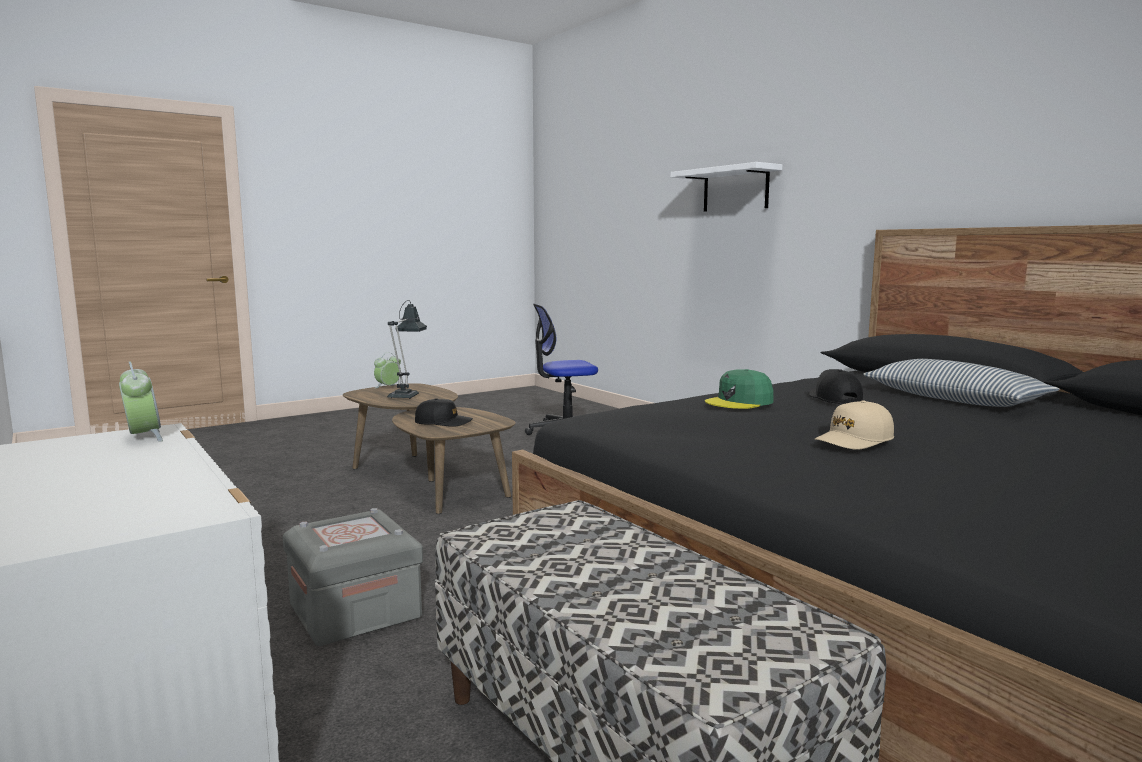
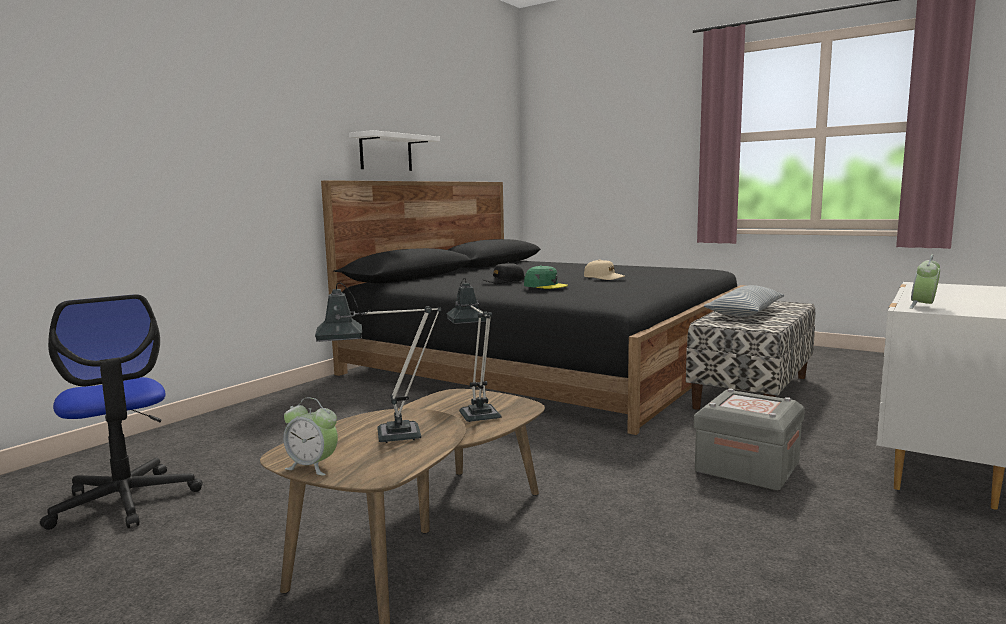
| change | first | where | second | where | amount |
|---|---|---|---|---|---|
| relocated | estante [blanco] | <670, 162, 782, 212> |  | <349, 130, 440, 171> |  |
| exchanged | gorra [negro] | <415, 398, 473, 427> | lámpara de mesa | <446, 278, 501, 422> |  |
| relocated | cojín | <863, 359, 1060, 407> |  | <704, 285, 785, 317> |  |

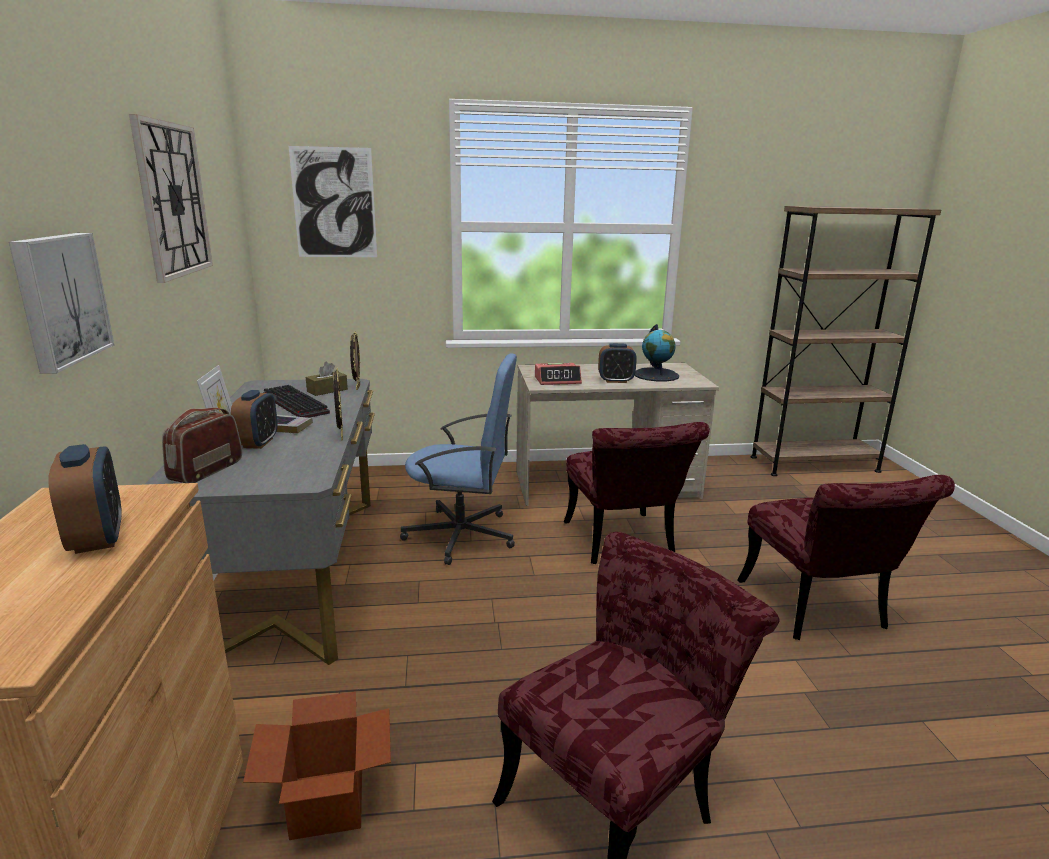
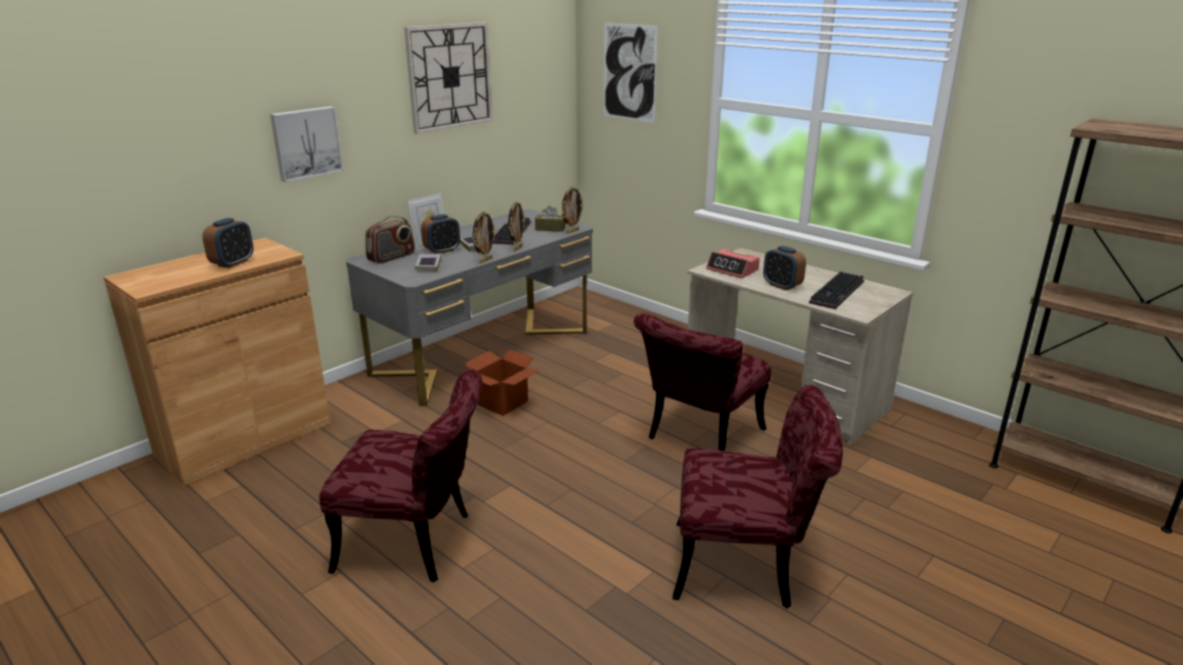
| change | first | where | second | where | amount |
|---|---|---|---|---|---|
| spun | radio | <162, 408, 242, 483> |  | <365, 216, 415, 264> | 150 degrees clockwise |
| appeared |  |  | libro | <415, 254, 441, 271> |  |
| relocated | caja de cartón | <243, 692, 391, 840> |  | <463, 349, 539, 416> |  |
| appeared |  |  | portarretratos | <508, 201, 525, 252> |  |
| spun | silla [rojo] | <737, 475, 955, 640> |  | <673, 385, 843, 609> | 120 degrees counterclockwise |
| exchanged | globo terráqueo | <635, 324, 679, 382> | teclado | <809, 272, 864, 309> |  |
| missing | silla de oficina [azul] | <400, 353, 517, 565> |  |  |  |

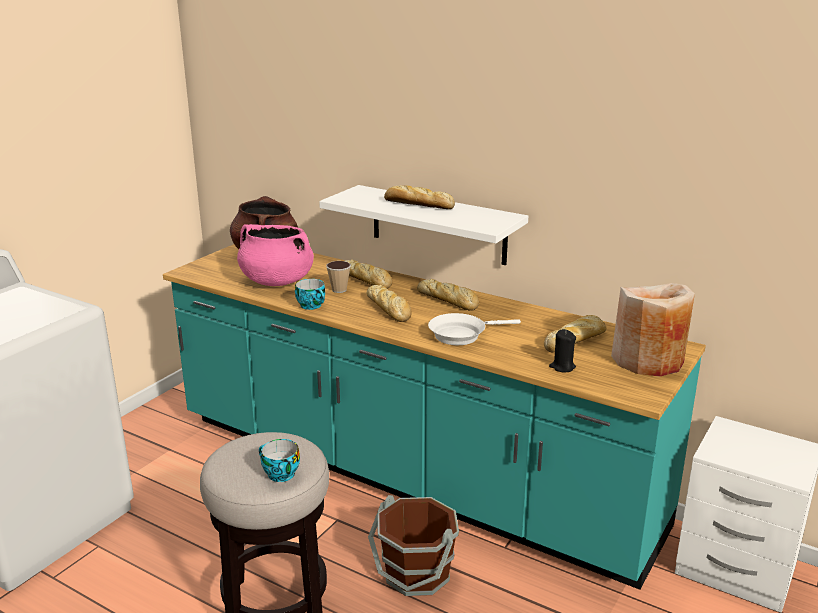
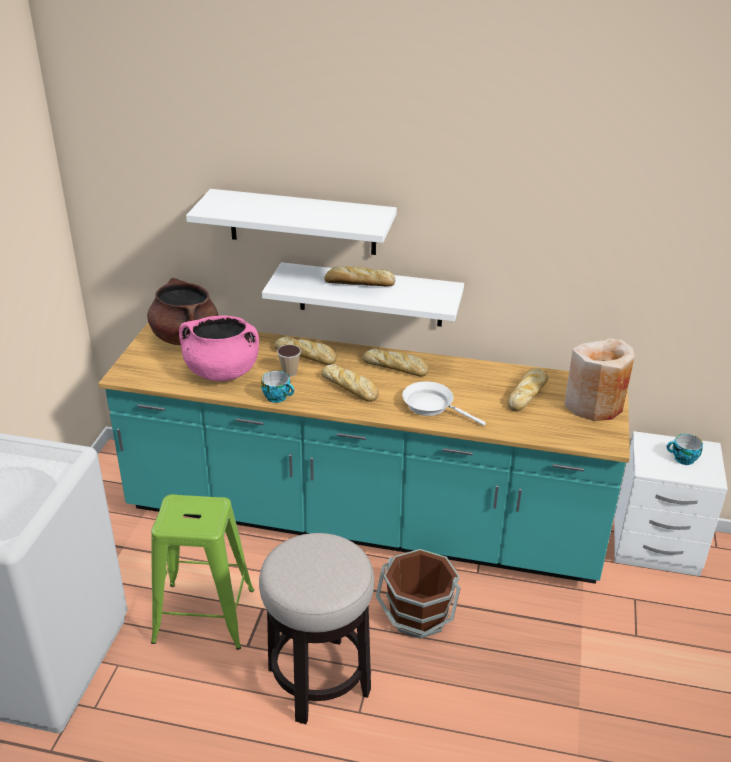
| change | first | where | second | where | amount |
|---|---|---|---|---|---|
| appeared |  |  | taburete [verde] | <151, 494, 254, 650> |  |
| appeared |  |  | estante [blanco] | <186, 189, 397, 255> |  |
| spun | sartén [blanco] | <428, 313, 521, 345> |  | <402, 381, 486, 426> | 75 degrees clockwise |
| relocated | taza | <259, 439, 300, 482> |  | <667, 434, 703, 465> |  |
| missing | vela [negro] | <549, 329, 576, 373> |  |  |  |

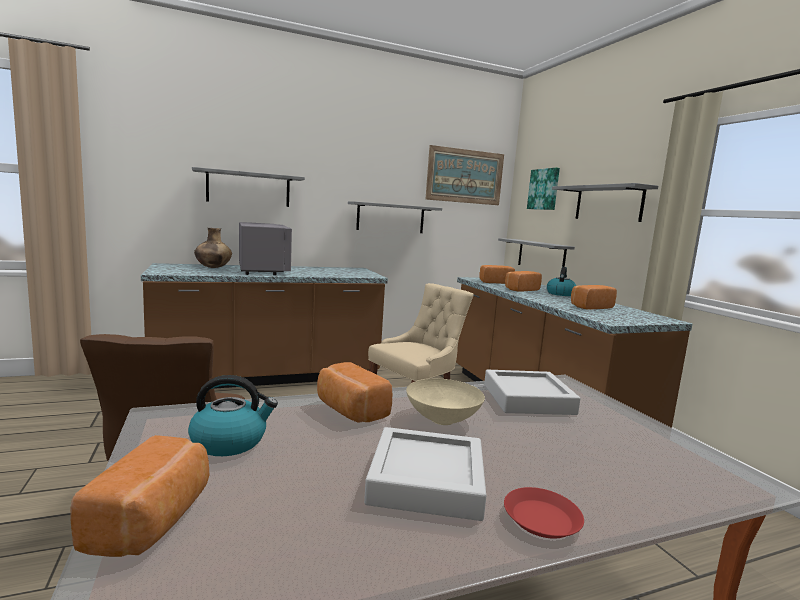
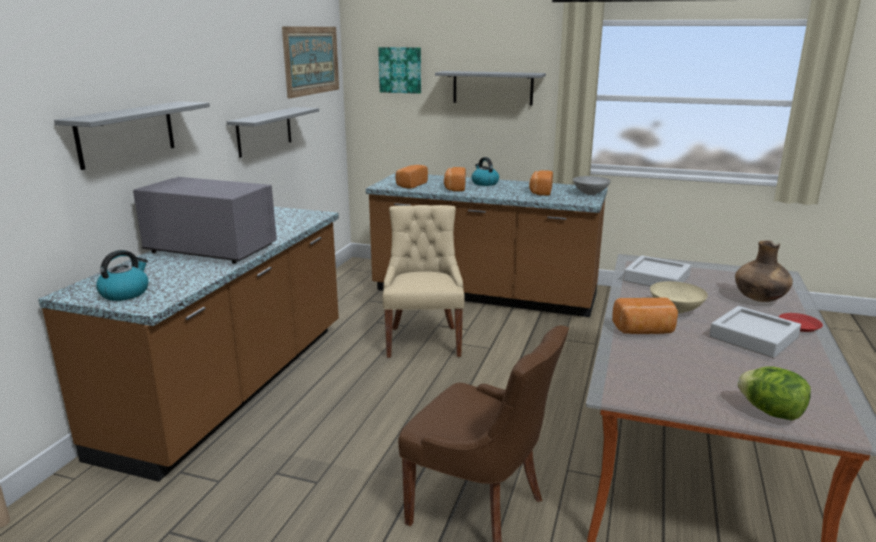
| change | first | where | second | where | amount |
|---|---|---|---|---|---|
| relocated | hervidor | <188, 375, 278, 456> |  | <96, 250, 148, 301> |  |
| appeared |  |  | cuenco [gris] | <573, 176, 611, 195> |  |
| relocated | florero [marrón] | <194, 228, 232, 268> |  | <735, 240, 793, 302> |  |
| exchanged | pan | <71, 435, 209, 557> | lechuga | <737, 366, 811, 420> |  |
| missing | estante [gris] | <498, 238, 575, 267> |  |  |  |

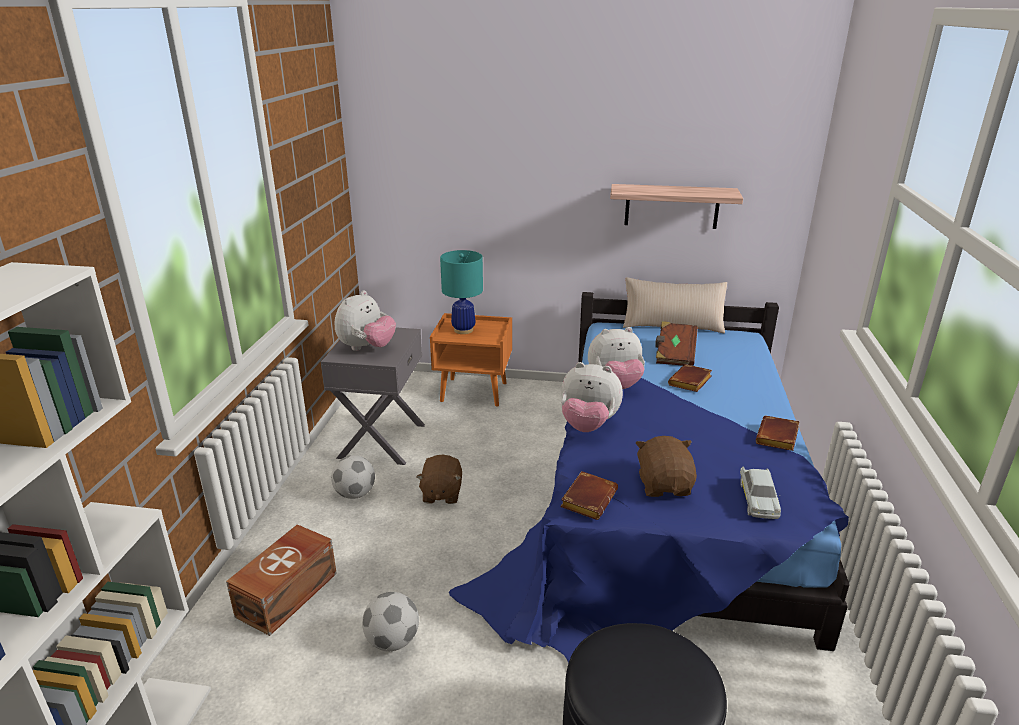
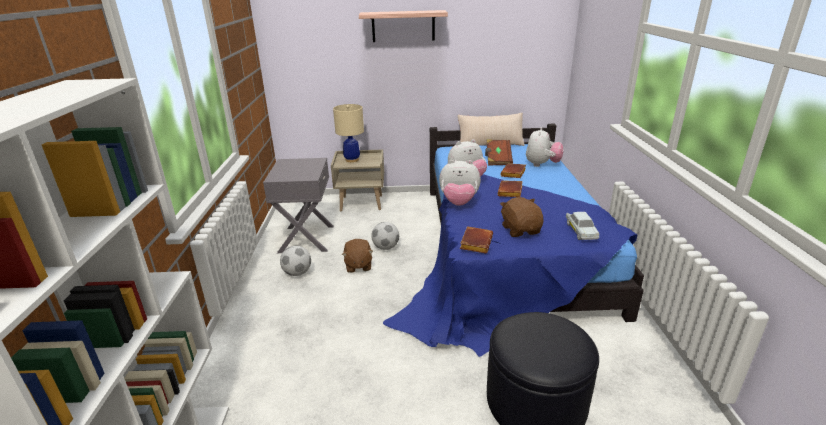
| change | first | where | second | where | amount |
|---|---|---|---|---|---|
| colour | mesita de noche [naranja] | <430, 313, 512, 406> | mesita de noche [beis] | <331, 150, 384, 211> |  |
| colour | lámpara de mesa [turquesa] | <440, 250, 483, 334> | lámpara de mesa [beis] | <333, 104, 364, 162> |  |
| relocated | estante | <610, 184, 743, 229> |  | <359, 10, 448, 42> |  |
| relocated | balón de fútbol | <362, 592, 419, 651> |  | <371, 222, 399, 250> |  |
| relocated | libro [marrón] | <756, 416, 800, 451> |  | <498, 180, 523, 197> |  |
| relocated | peluche | <335, 290, 396, 351> |  | <526, 127, 563, 167> |  |
| missing | caja de almacenaje [marrón] | <226, 524, 337, 636> |  |  |  |

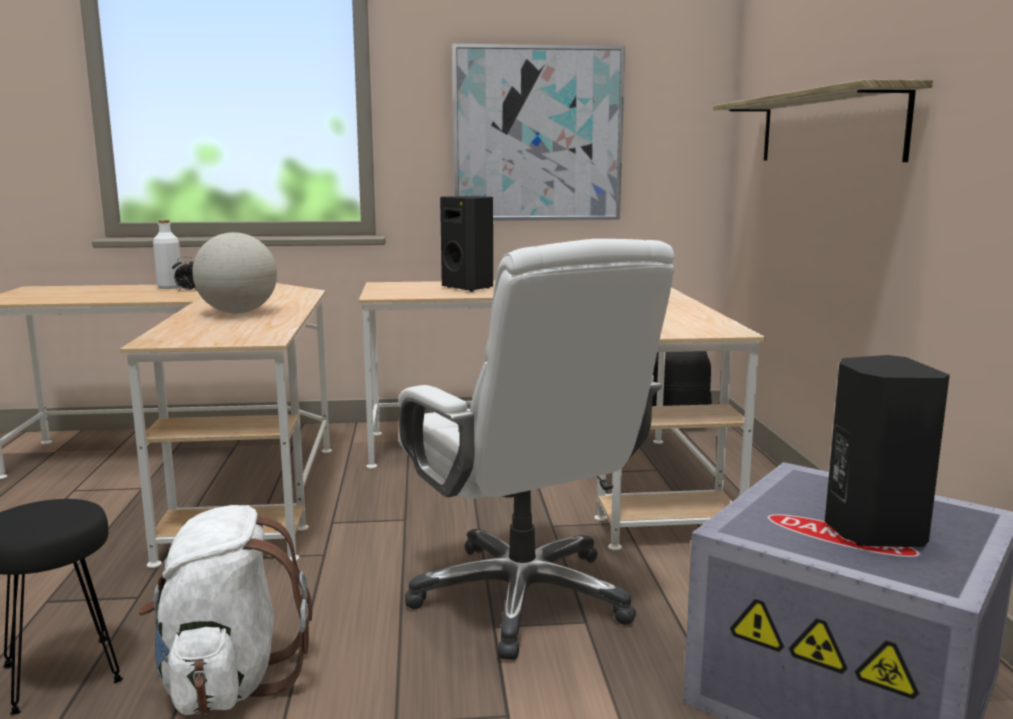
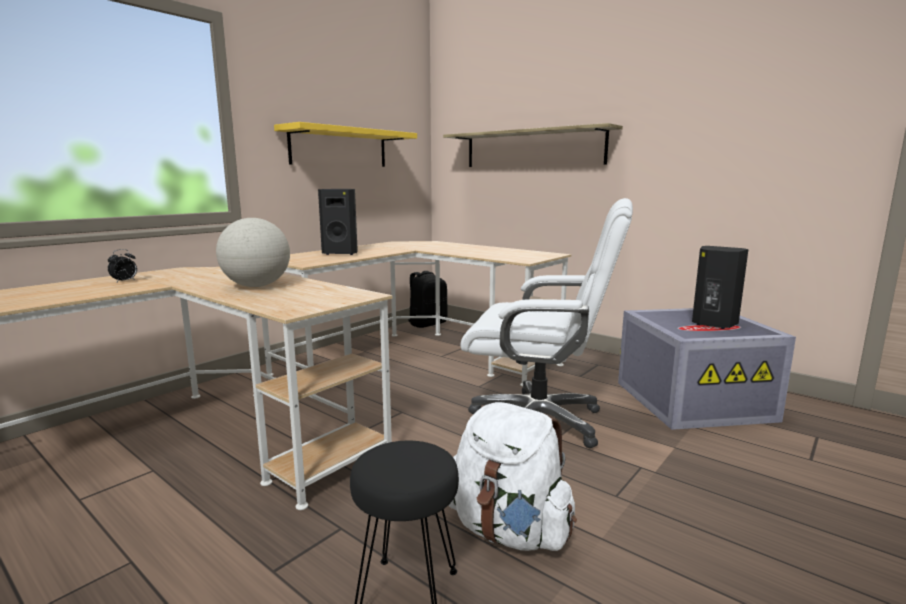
| change | first | where | second | where | amount |
|---|---|---|---|---|---|
| exchanged | cuadro | <452, 44, 625, 221> | estante [amarillo] | <274, 122, 417, 167> |  |
| missing | botella [blanco] | <153, 220, 181, 289> |  |  |  |

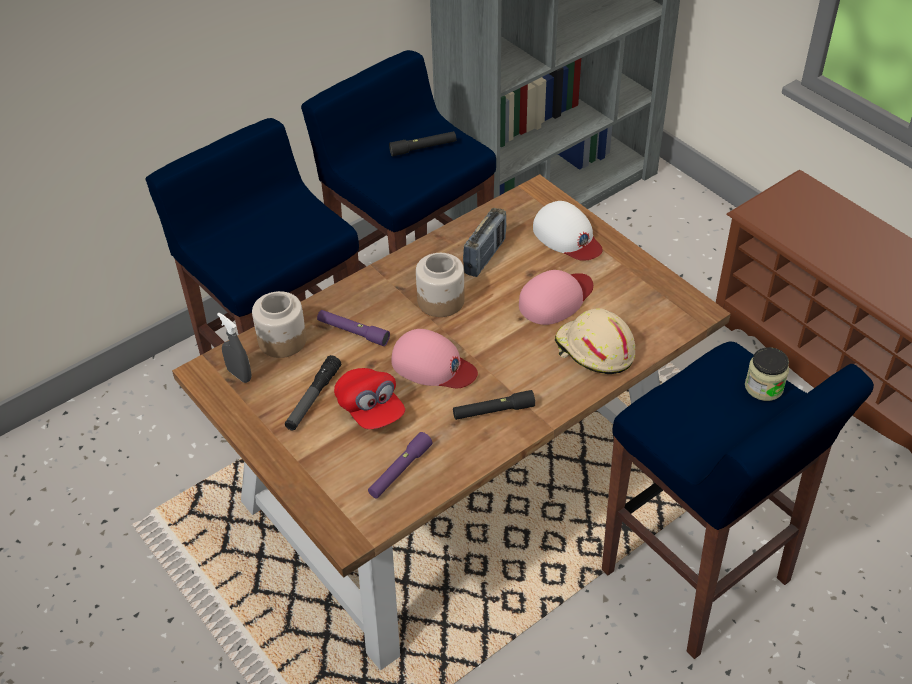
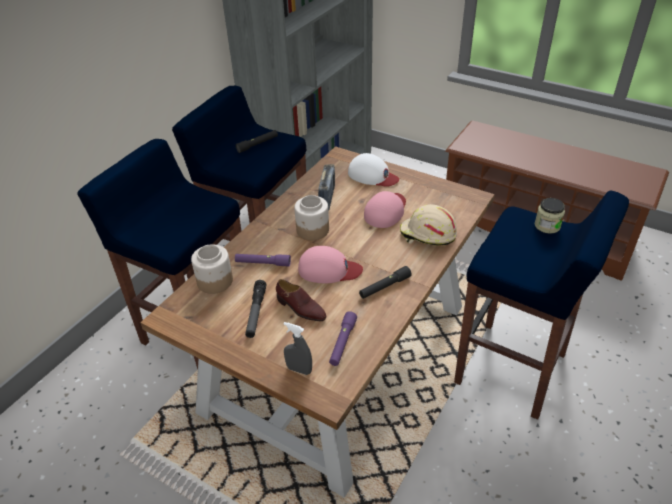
| change | first | where | second | where | amount |
|---|---|---|---|---|---|
| exchanged | gorra [rojo] | <334, 368, 405, 429> | zapato [marrón] | <276, 279, 326, 321> |  |
| relocated | pulverizador [gris] | <217, 312, 252, 383> |  | <283, 322, 312, 375> |  |

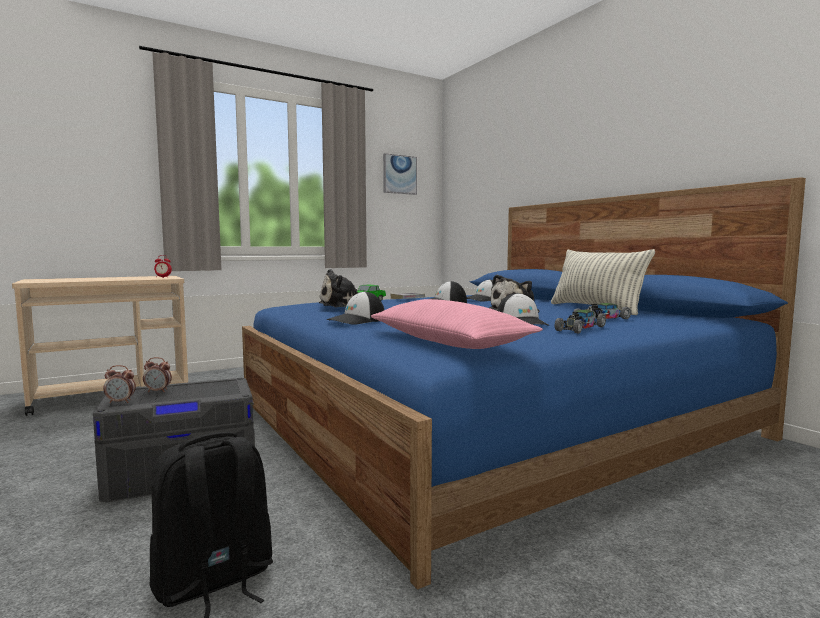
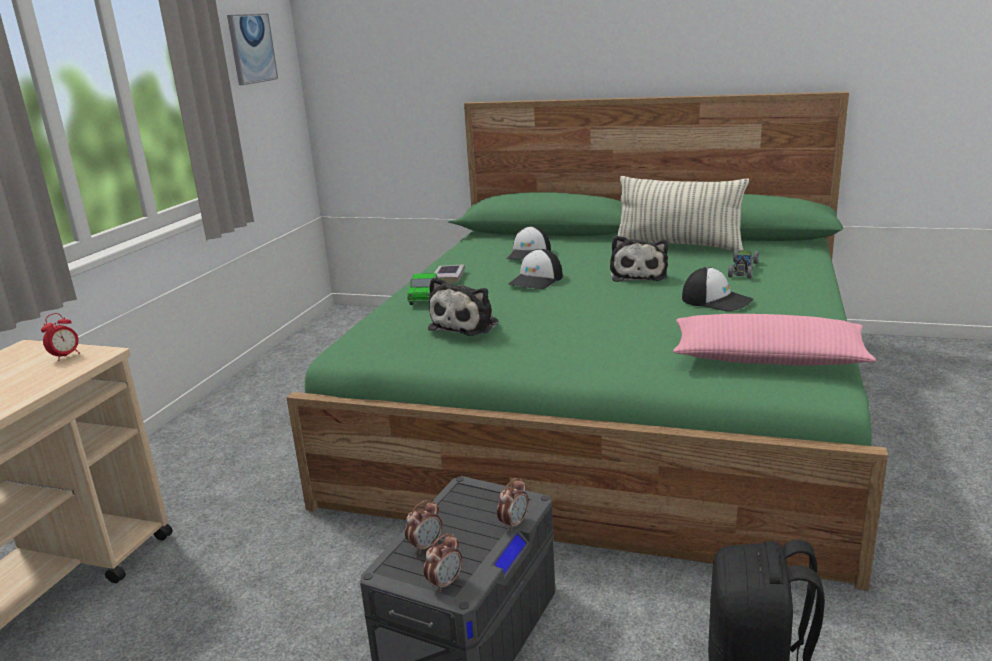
| change | first | where | second | where | amount |
|---|---|---|---|---|---|
| colour | cama [azul] | <242, 177, 806, 589> | cama [verde] | <286, 92, 888, 591> |  |
| appeared |  |  | despertador | <497, 478, 529, 531> |  |
| missing | gorra | <327, 291, 384, 325> |  |  |  |
| missing | coche de juguete | <555, 310, 606, 333> |  |  |  |

